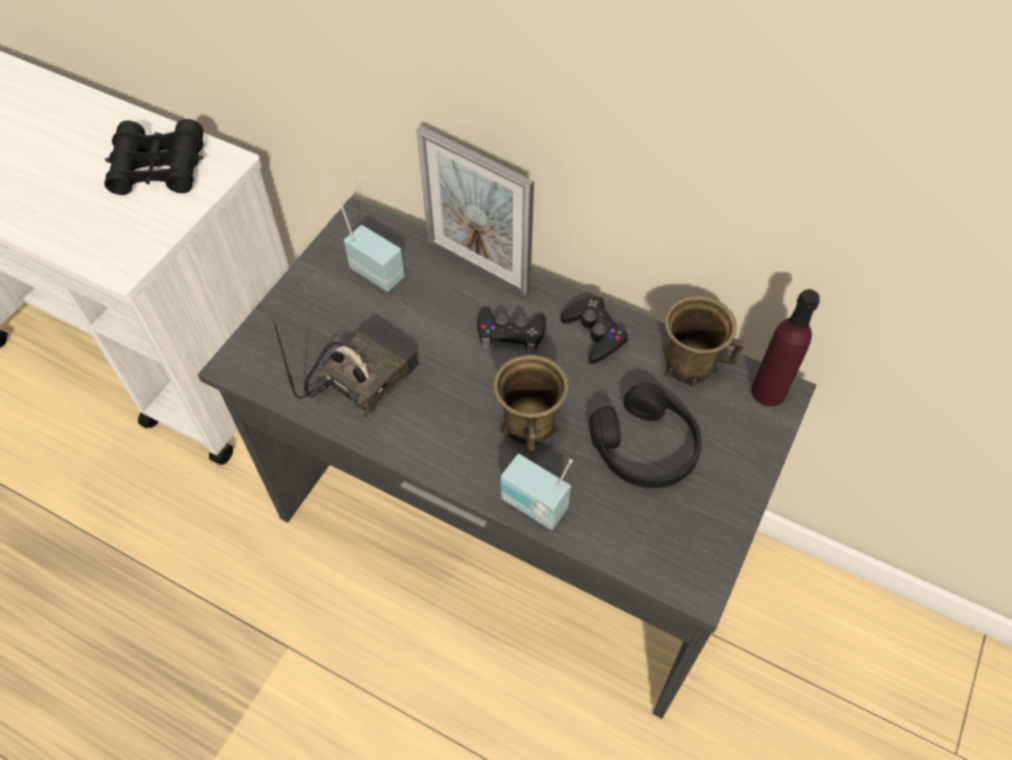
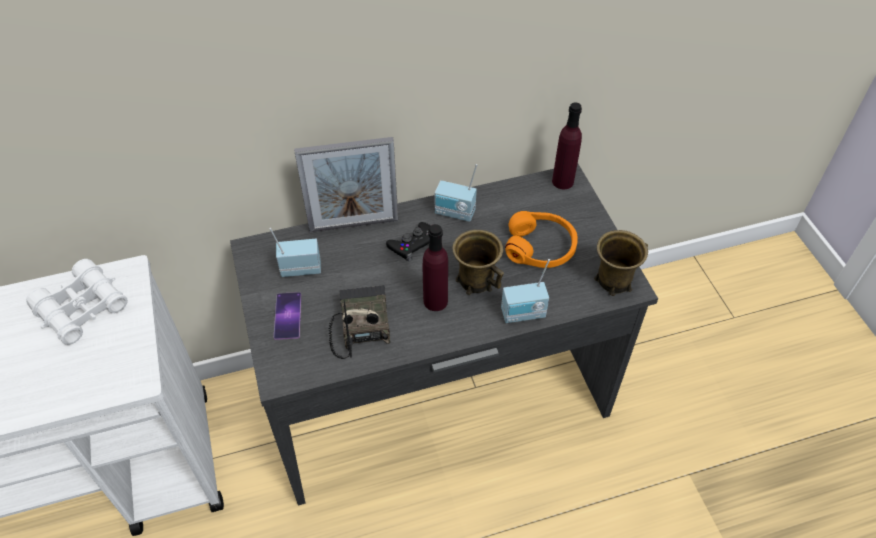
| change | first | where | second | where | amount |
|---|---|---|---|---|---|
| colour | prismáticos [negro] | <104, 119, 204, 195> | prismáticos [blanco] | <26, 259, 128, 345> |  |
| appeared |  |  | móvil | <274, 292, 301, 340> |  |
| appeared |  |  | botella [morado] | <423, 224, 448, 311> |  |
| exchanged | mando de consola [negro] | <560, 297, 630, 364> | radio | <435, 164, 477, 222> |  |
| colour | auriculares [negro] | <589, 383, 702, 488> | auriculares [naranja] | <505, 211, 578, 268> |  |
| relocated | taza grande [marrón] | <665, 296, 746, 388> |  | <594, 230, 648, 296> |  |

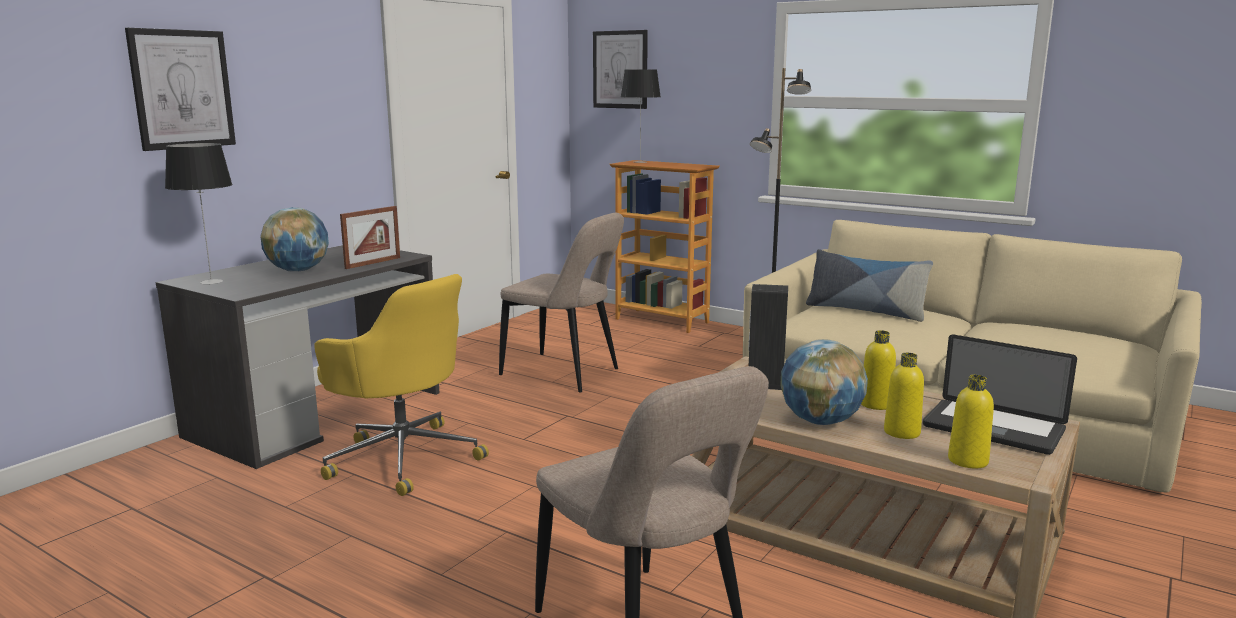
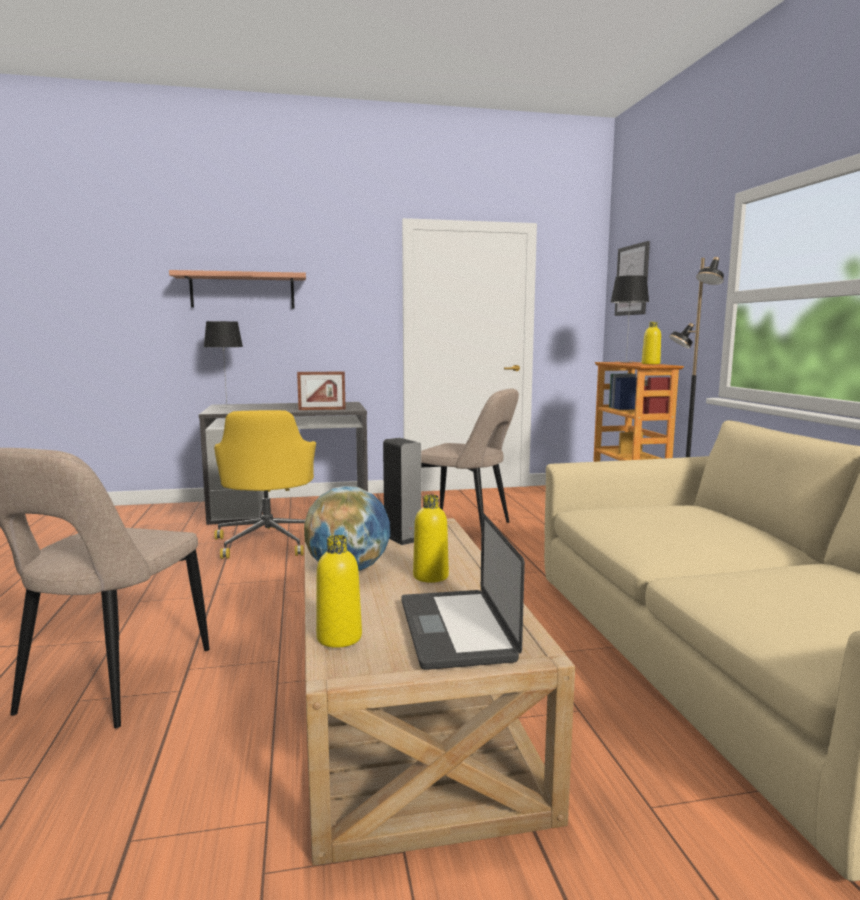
| change | first | where | second | where | amount |
|---|---|---|---|---|---|
| exchanged | cuadro | <125, 28, 236, 151> | estante | <169, 270, 306, 309> |  |
| spun | silla [beis] | <499, 213, 624, 393> |  | <421, 388, 519, 530> | 45 degrees counterclockwise |
| relocated | botella [amarillo] | <884, 353, 924, 439> |  | <642, 322, 661, 364> |  |
| missing | globo terráqueo | <261, 207, 329, 272> |  |  |  |
| missing | cojín | <806, 249, 933, 322> |  |  |  |

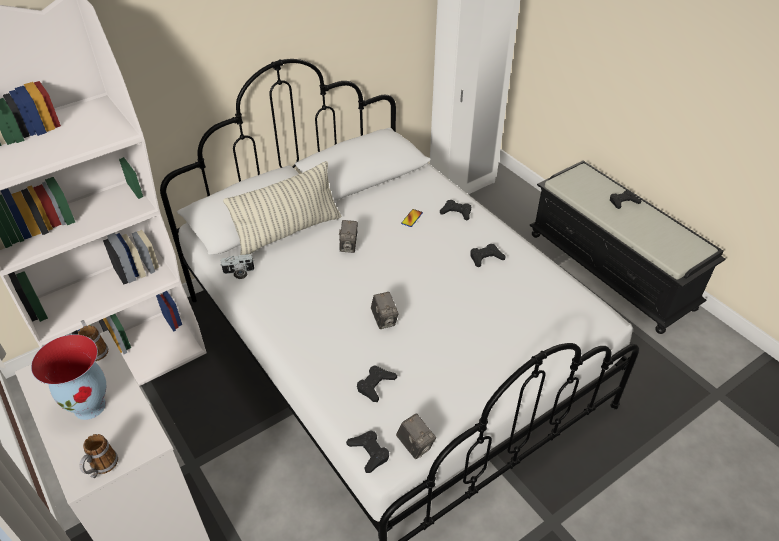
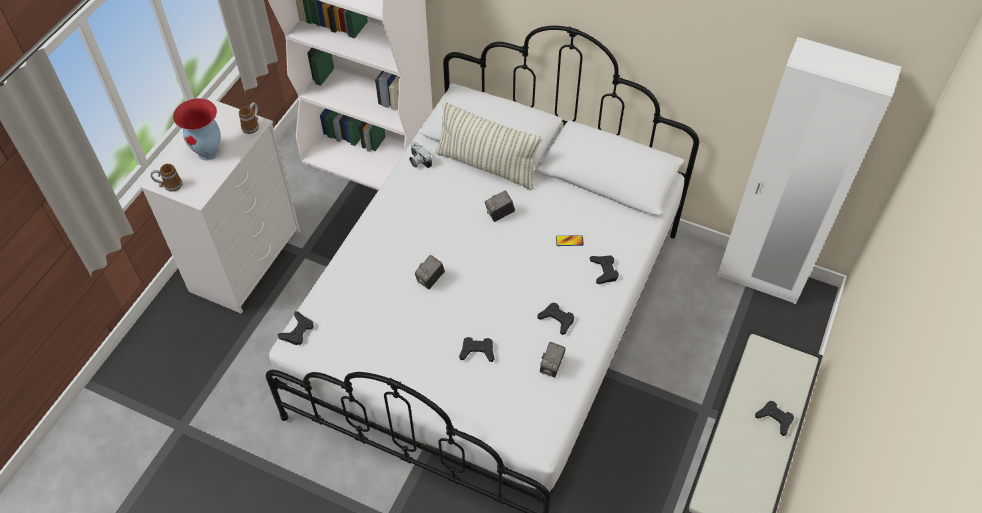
| change | first | where | second | where | amount |
|---|---|---|---|---|---|
| relocated | mando de consola [negro] | <357, 366, 397, 402> |  | <459, 337, 495, 362> |  |
| relocated | cámara | <396, 413, 436, 459> |  | <540, 342, 565, 377> |  |

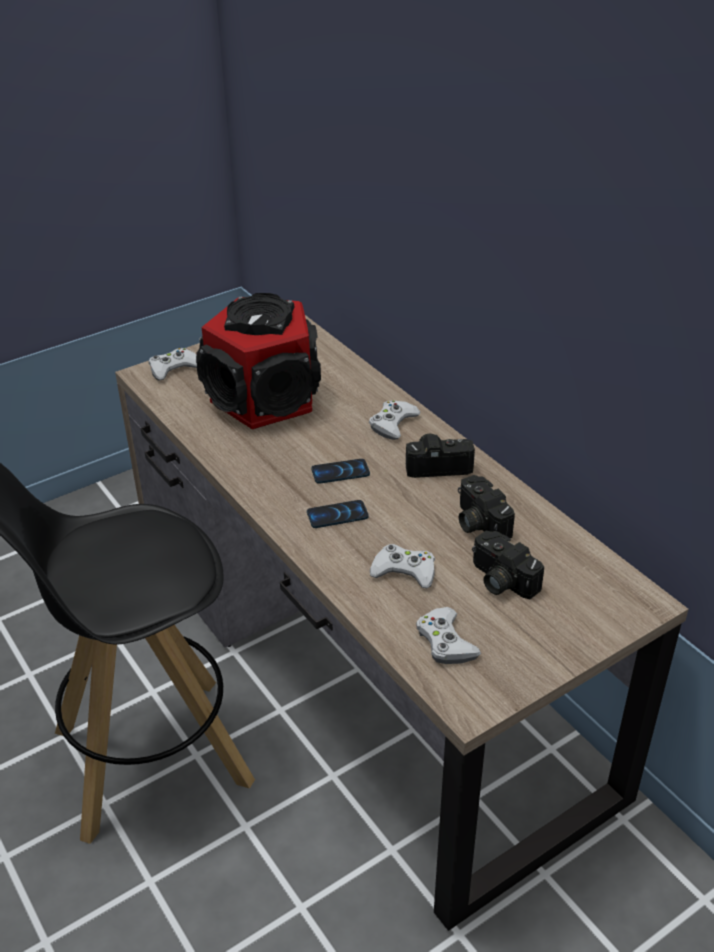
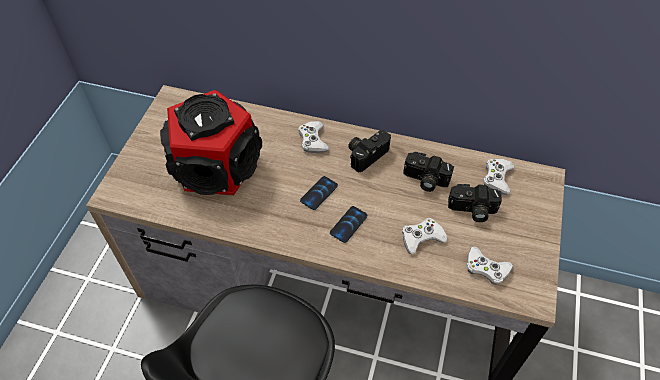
| change | first | where | second | where | amount |
|---|---|---|---|---|---|
| relocated | mando de consola [blanco] | <149, 348, 197, 380> |  | <483, 159, 514, 195> |  |

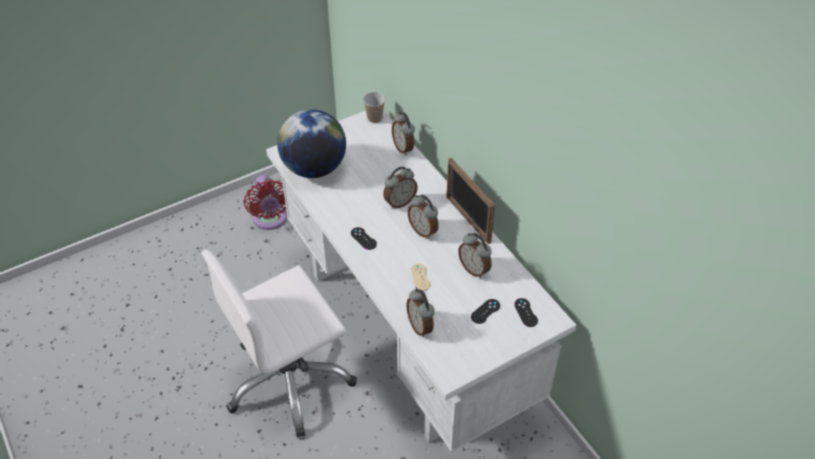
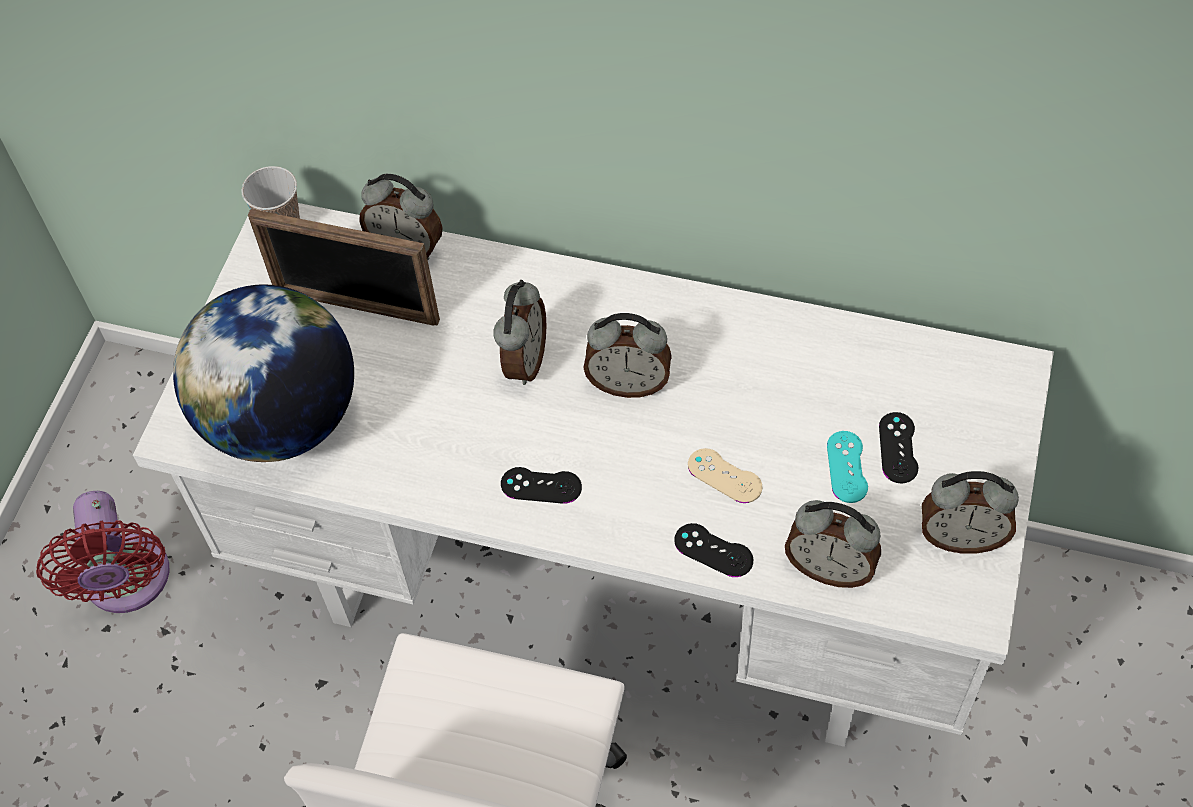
| change | first | where | second | where | amount |
|---|---|---|---|---|---|
| spun | ventilador [rojo] | <244, 175, 287, 230> |  | <36, 491, 169, 613> | 45 degrees clockwise |
| relocated | portarretratos | <446, 158, 495, 244> |  | <248, 209, 440, 326> |  |
| relocated | mando de consola [negro] | <514, 298, 538, 327> |  | <674, 523, 754, 577> |  |
| appeared |  |  | mando de consola [turquesa] | <827, 431, 868, 503> |  |
| relocated | despertador | <458, 233, 492, 278> |  | <922, 471, 1019, 554> |  |

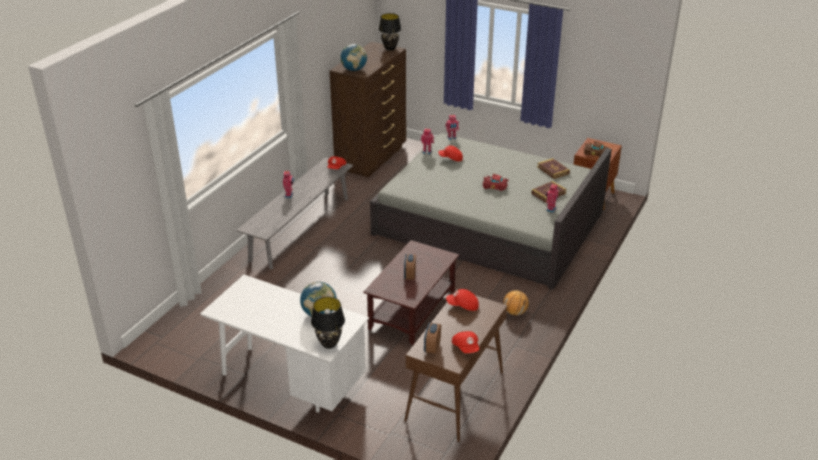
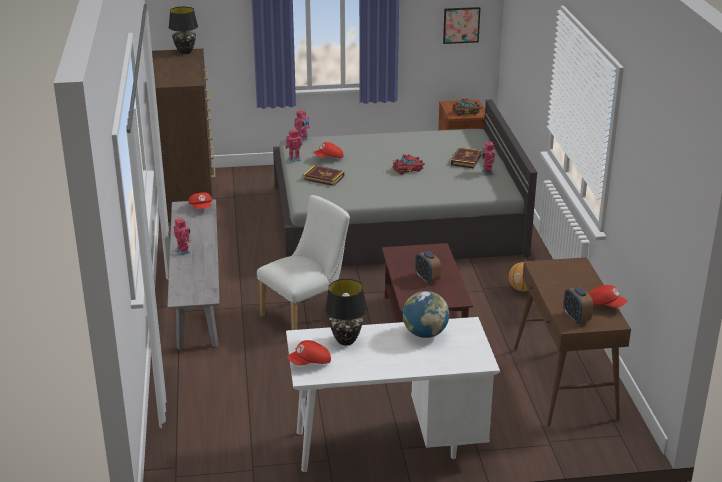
| change | first | where | second | where | amount |
|---|---|---|---|---|---|
| appeared |  |  | silla [blanco] | <257, 195, 350, 330> |  |
| relocated | gorra [rojo] | <446, 289, 479, 311> |  | <287, 340, 331, 365> |  |
| relocated | libro | <537, 158, 570, 179> |  | <303, 165, 345, 186> |  |
| relocated | lámpara de mesa [negro] | <311, 297, 345, 349> |  | <325, 279, 367, 345> |  |
| appeared |  |  | cuadro | <443, 7, 480, 44> |  |
| missing | globo terráqueo | <340, 44, 367, 71> |  |  |  |

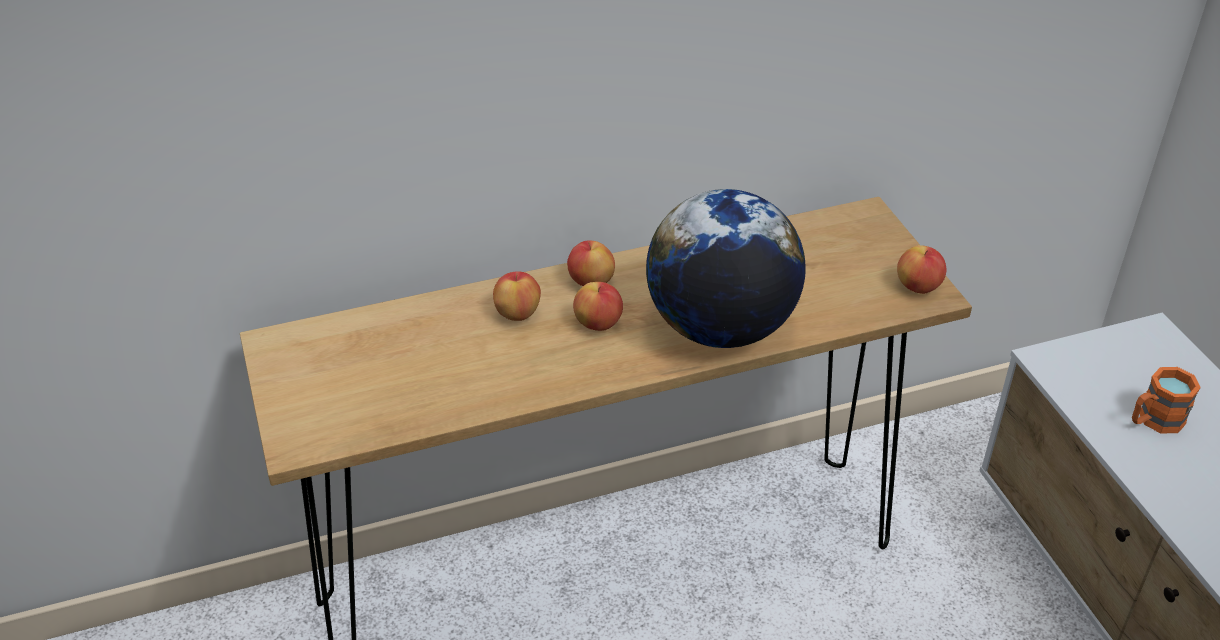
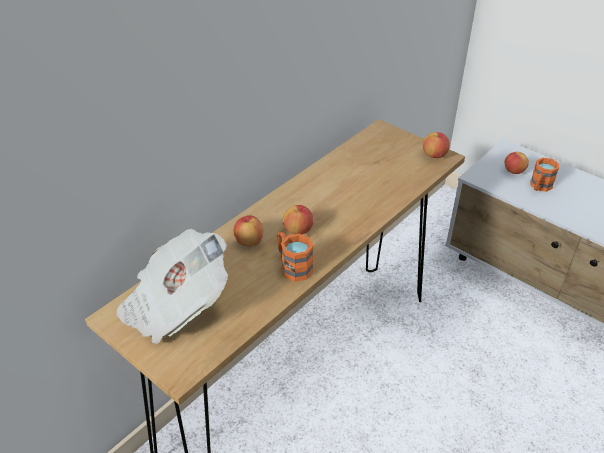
| change | first | where | second | where | amount |
|---|---|---|---|---|---|
| appeared |  |  | periódico | <117, 229, 228, 344> |  |
| appeared |  |  | taza grande [naranja] | <277, 232, 313, 282> |  |
| relocated | manzana | <567, 240, 615, 286> |  | <505, 152, 529, 174> |  |
| missing | globo terráqueo | <646, 189, 806, 348> |  |  |  |

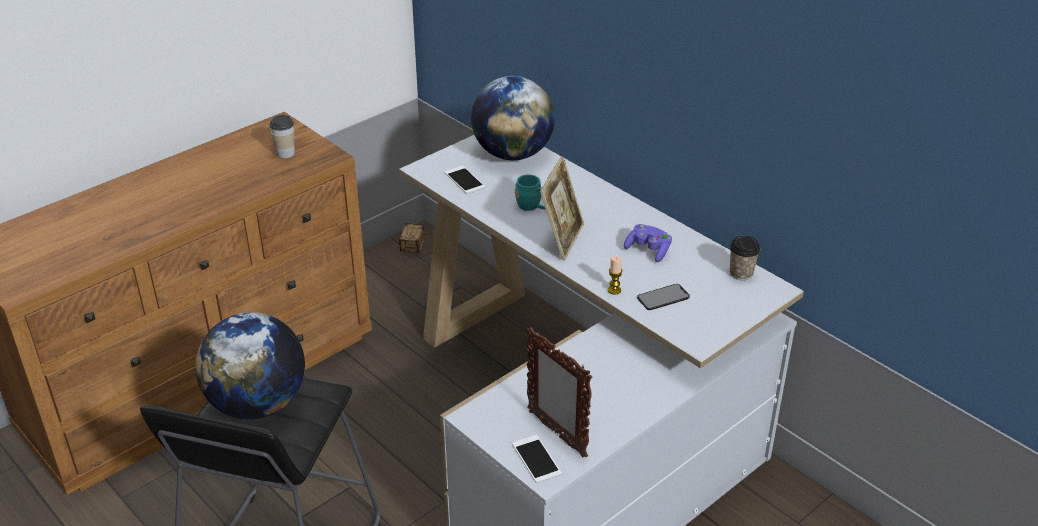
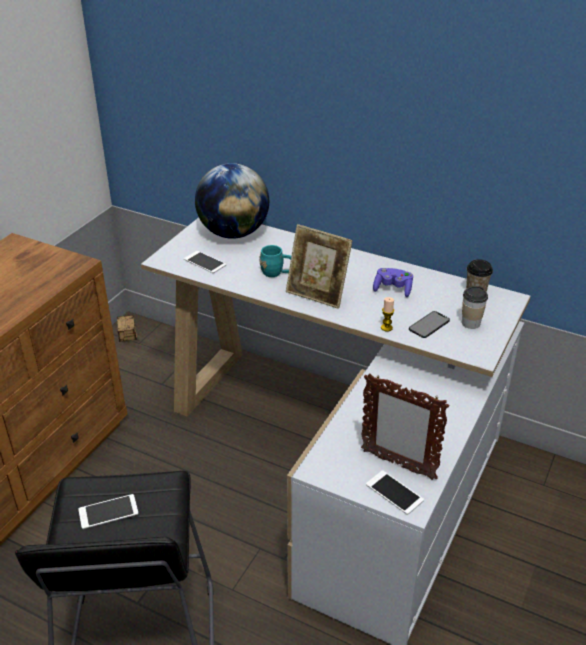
| change | first | where | second | where | amount |
|---|---|---|---|---|---|
| exchanged | globo terráqueo | <195, 312, 305, 419> | móvil | <78, 494, 139, 529> |  |
| spun | portarretratos | <540, 156, 584, 260> |  | <286, 224, 353, 309> | 120 degrees clockwise |
| relocated | taza | <269, 115, 295, 158> |  | <462, 286, 488, 329> |  |

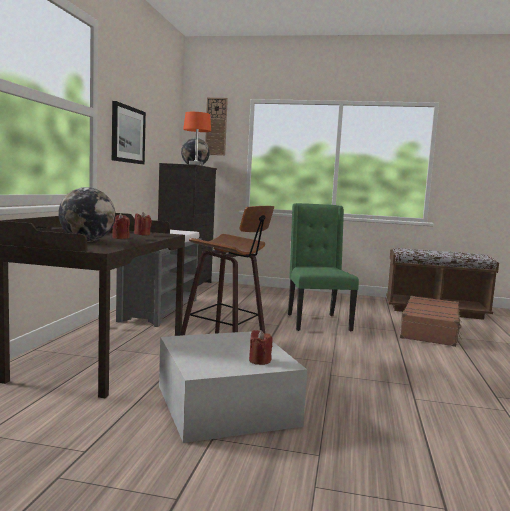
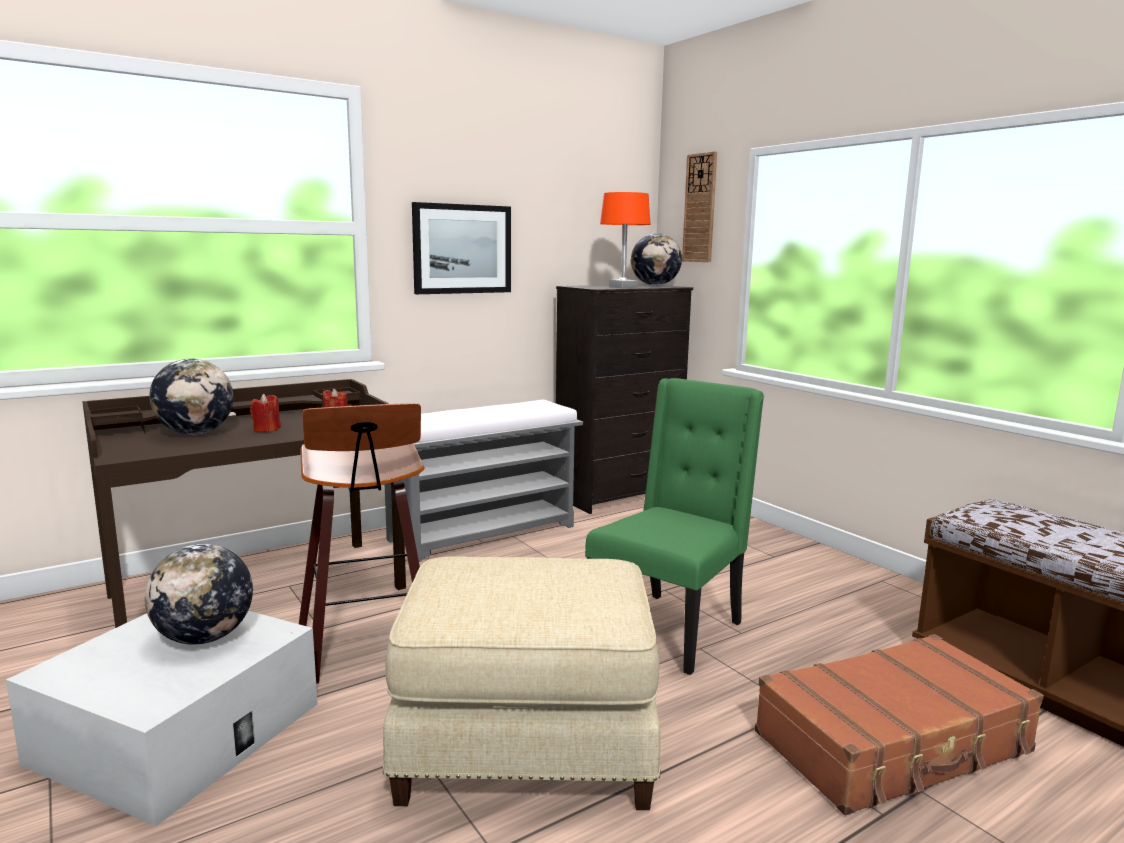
| change | first | where | second | where | amount |
|---|---|---|---|---|---|
| appeared |  |  | globo terráqueo | <145, 544, 253, 645> |  |
| appeared |  |  | puf [beis] | <383, 556, 661, 810> |  |
| missing | vela [rojo] | <249, 330, 273, 365> |  |  |  |

